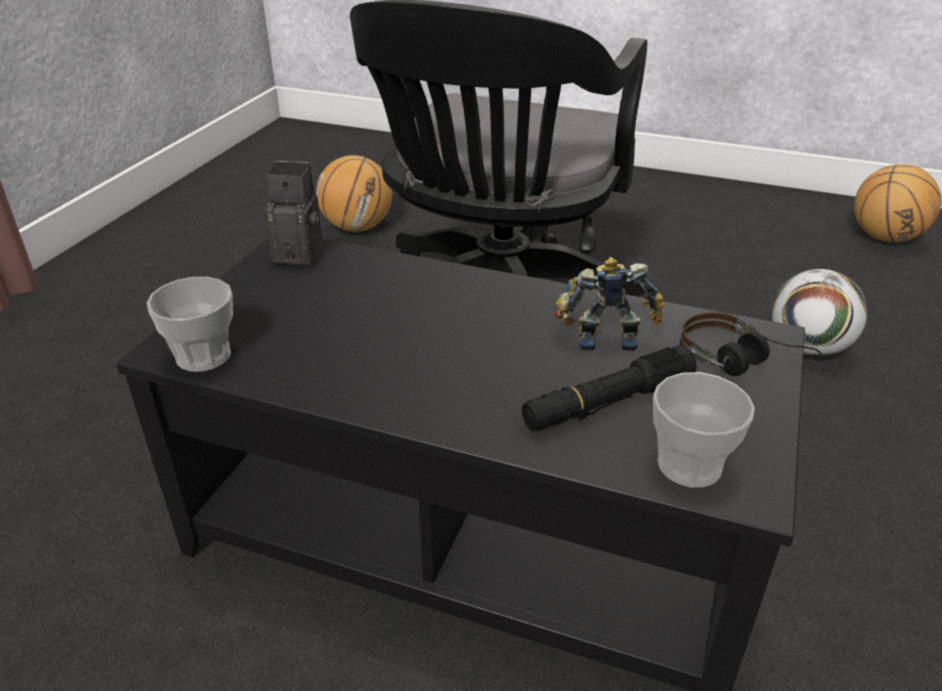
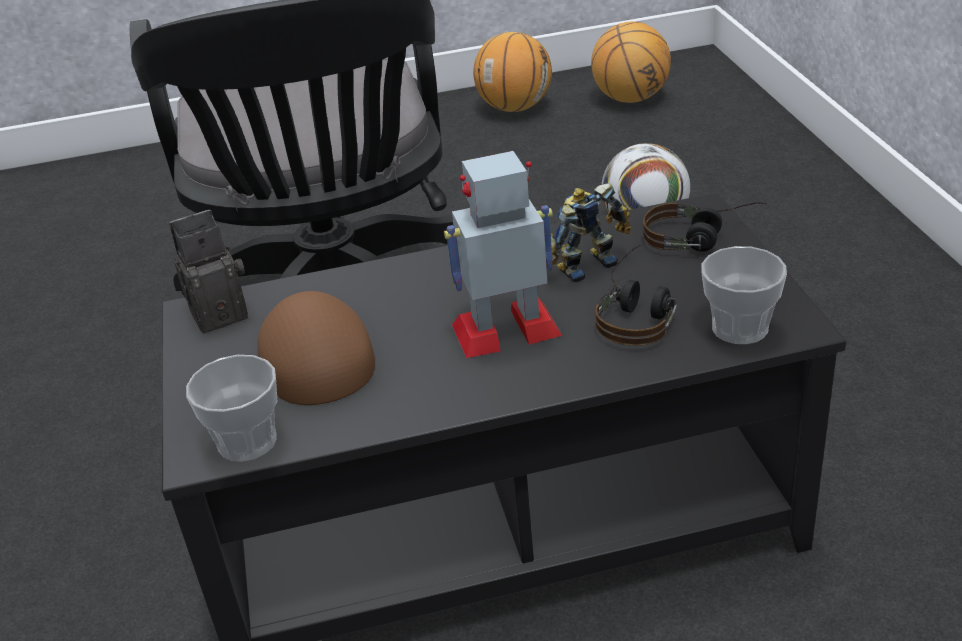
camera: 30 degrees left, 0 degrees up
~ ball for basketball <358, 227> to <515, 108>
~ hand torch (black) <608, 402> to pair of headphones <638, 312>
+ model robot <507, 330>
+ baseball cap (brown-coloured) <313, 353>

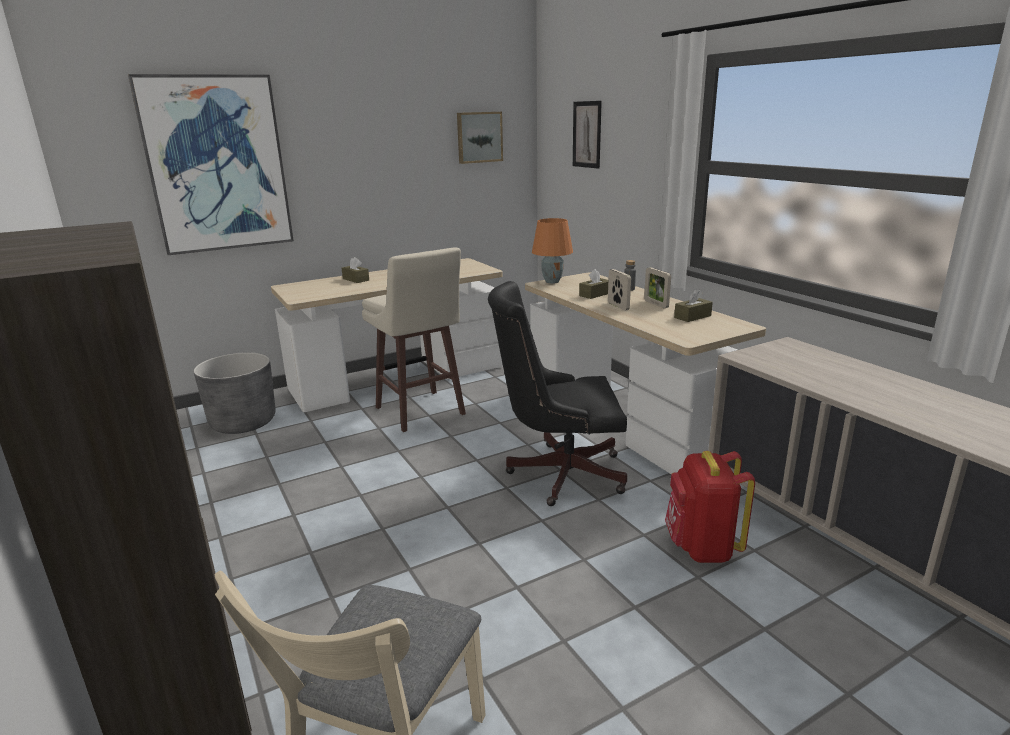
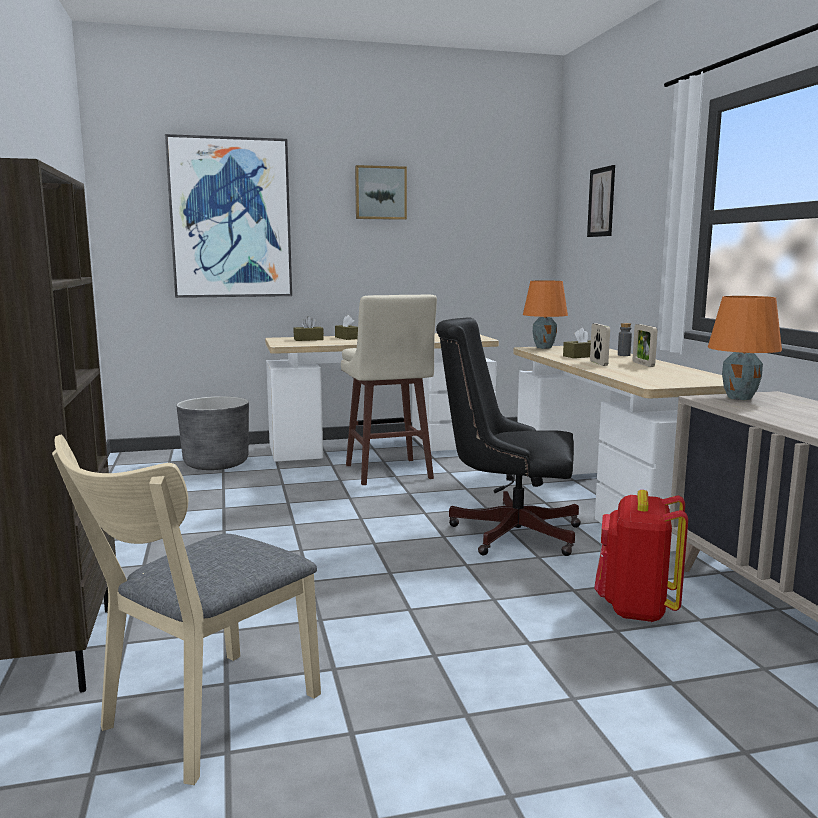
camera: 15 degrees right, 10 degrees down
~ picture <479, 137> to <380, 193>
~ box of tissues (brown-coloured) <692, 317> to <308, 339>
+ lamp for a table (orange-coloured) <740, 398>

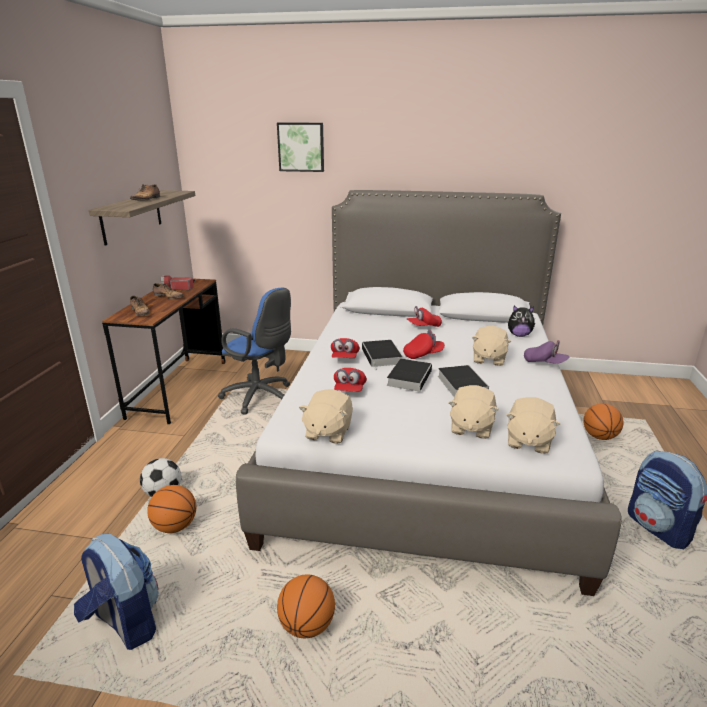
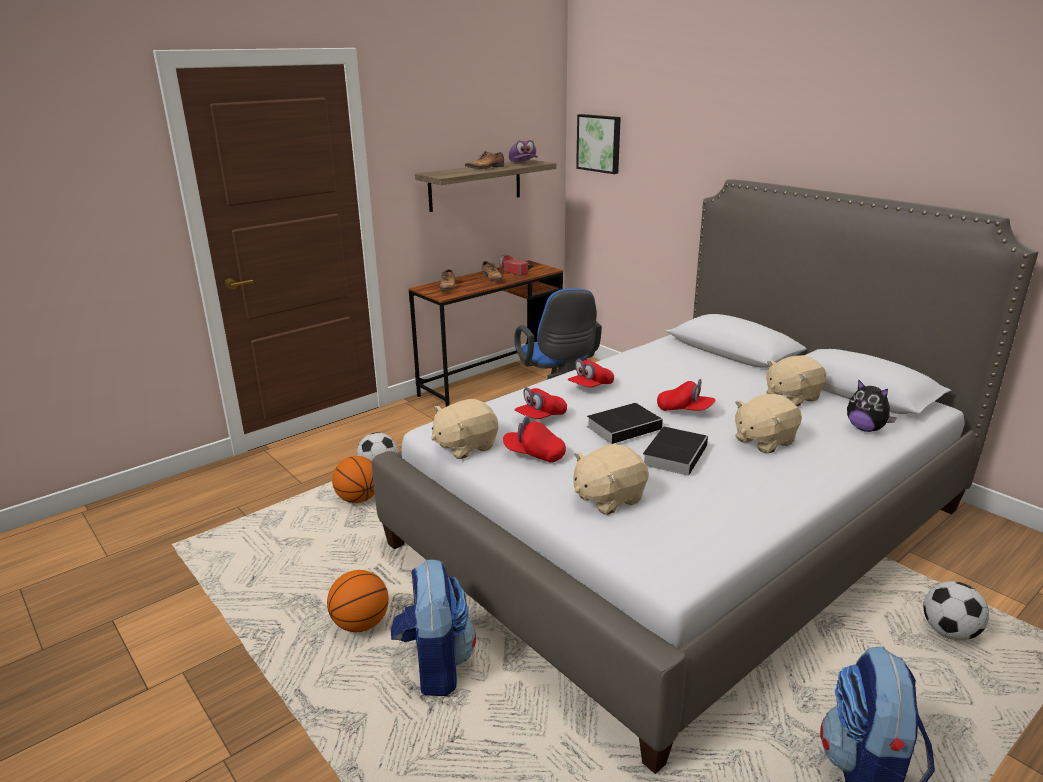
camera: 40 degrees right, 0 degrees up
~ picture <301, 147> to <600, 143>
~ baseball cap (red-coloured) <423, 326> to <534, 454>
- volume <382, 357>
~ baseball cap (purple-coloured) <544, 363> to <523, 163>
~ cuddly toy (beige-coloured) <528, 441> to <791, 397>
~ ball for basketball <599, 436> to ball for football <949, 632>
~ backpack <124, 623> to <435, 665>

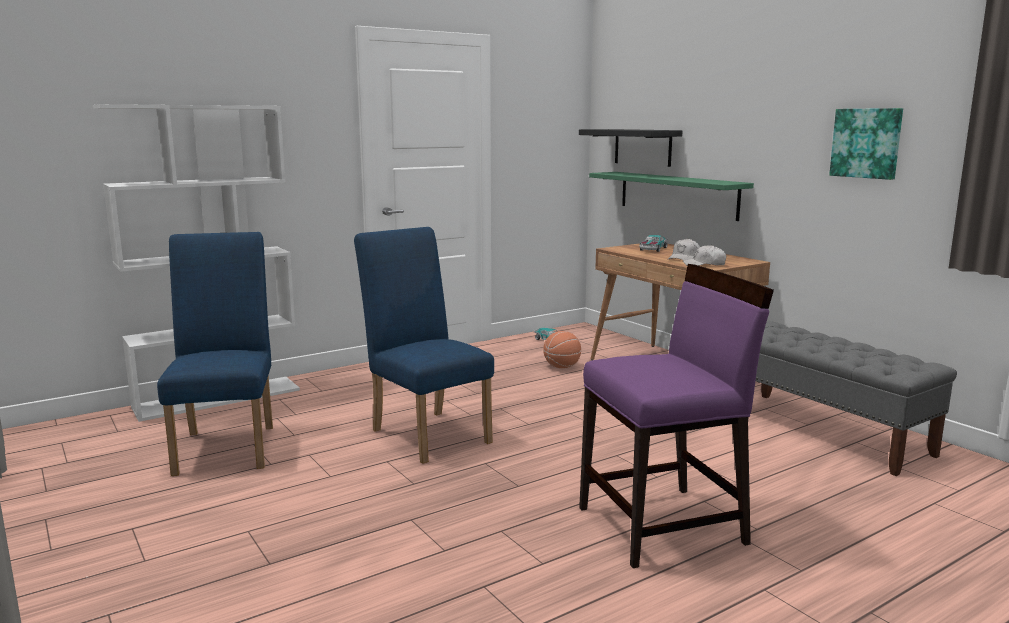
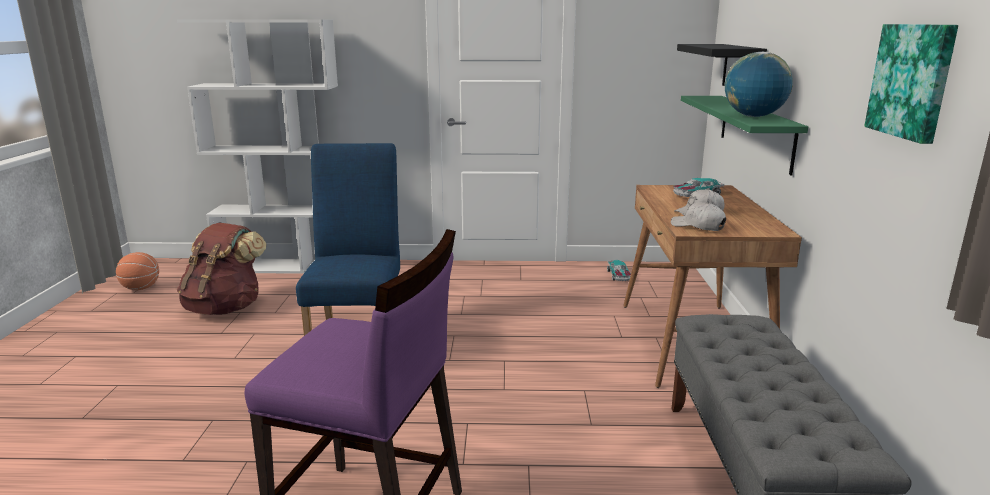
camera: 35 degrees right, 5 degrees up
~ upright chair (blue-coloured) <228, 445> to backpack (brown-coloured) <225, 308>
~ ball for basketball <562, 367> to <141, 288>
+ desk globe <754, 116>

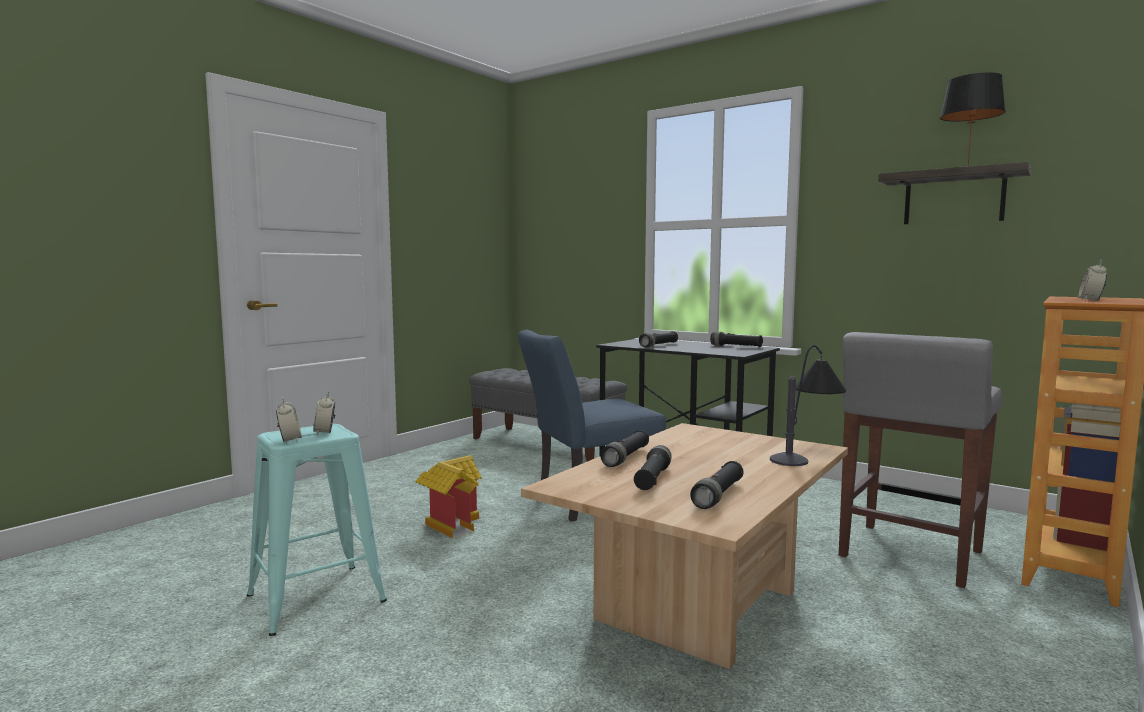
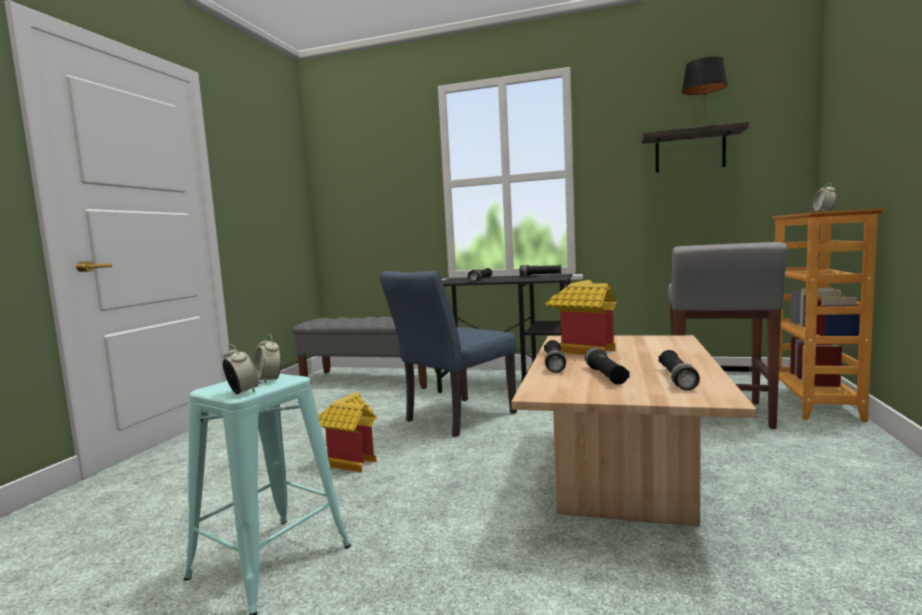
camera: 20 degrees left, 0 degrees up
- lamp for a table <806, 453>
+ model house <581, 349>

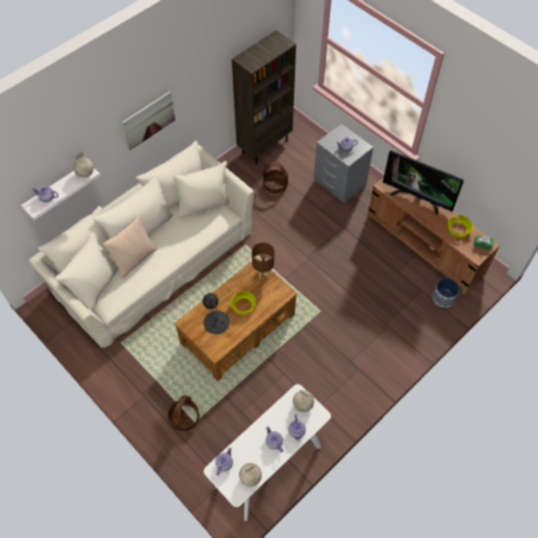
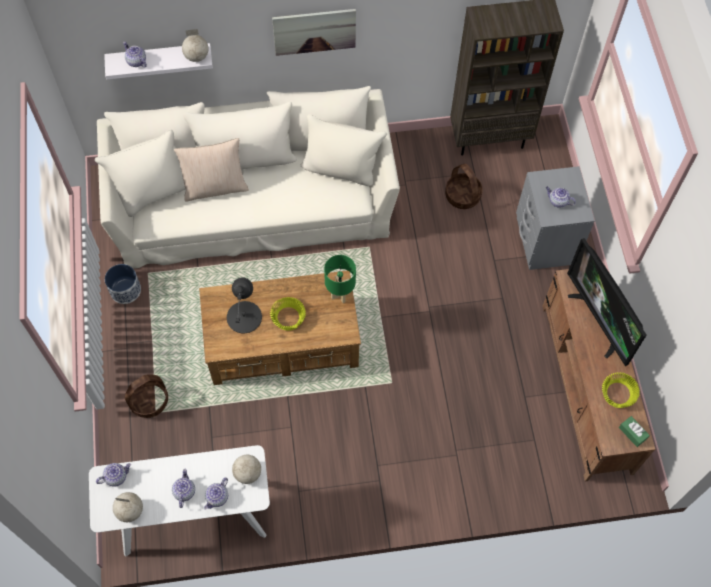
camera: 35 degrees right, 5 degrees up
~ lamp for a table (brown-coloured) <263, 273> to lamp for a table (green-coloured) <340, 295>
~ flower pot <443, 297> to <125, 290>

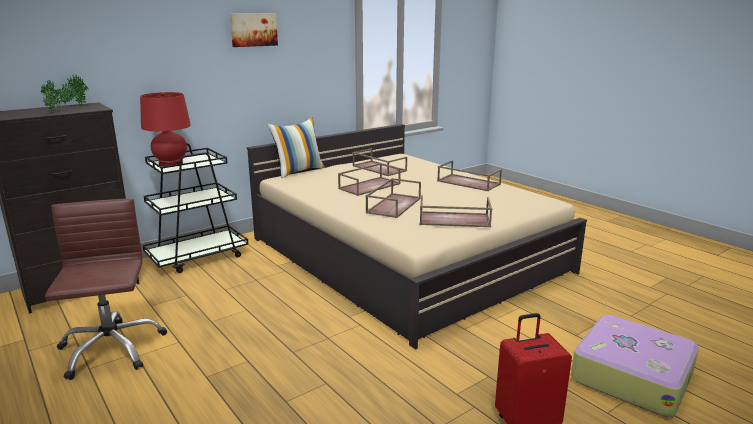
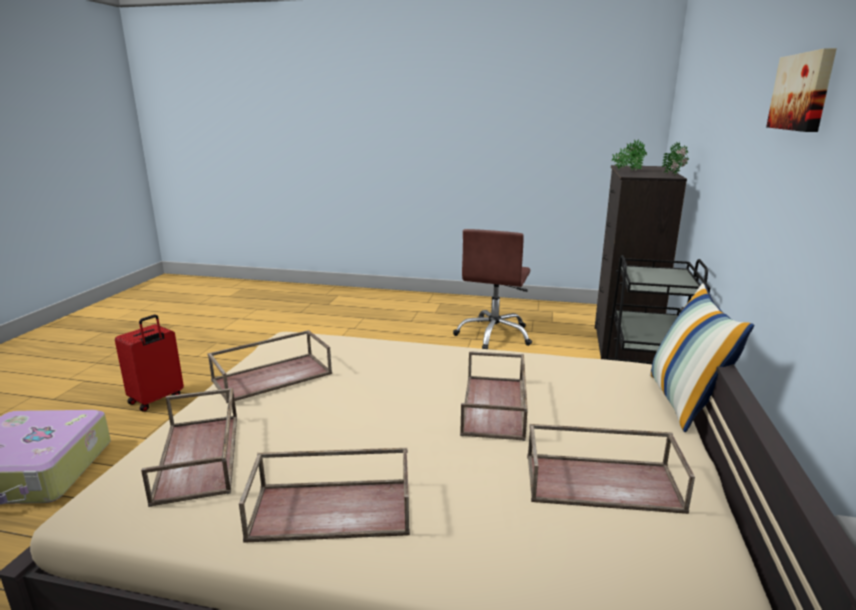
camera: 140 degrees right, 0 degrees up
- lamp for a table (red-coloured) <171, 164>
~ tray (brown-coloured) <393, 205> to <200, 457>
~ office chair (brown-coloured) <111, 349> = <494, 335> 75 degrees clockwise

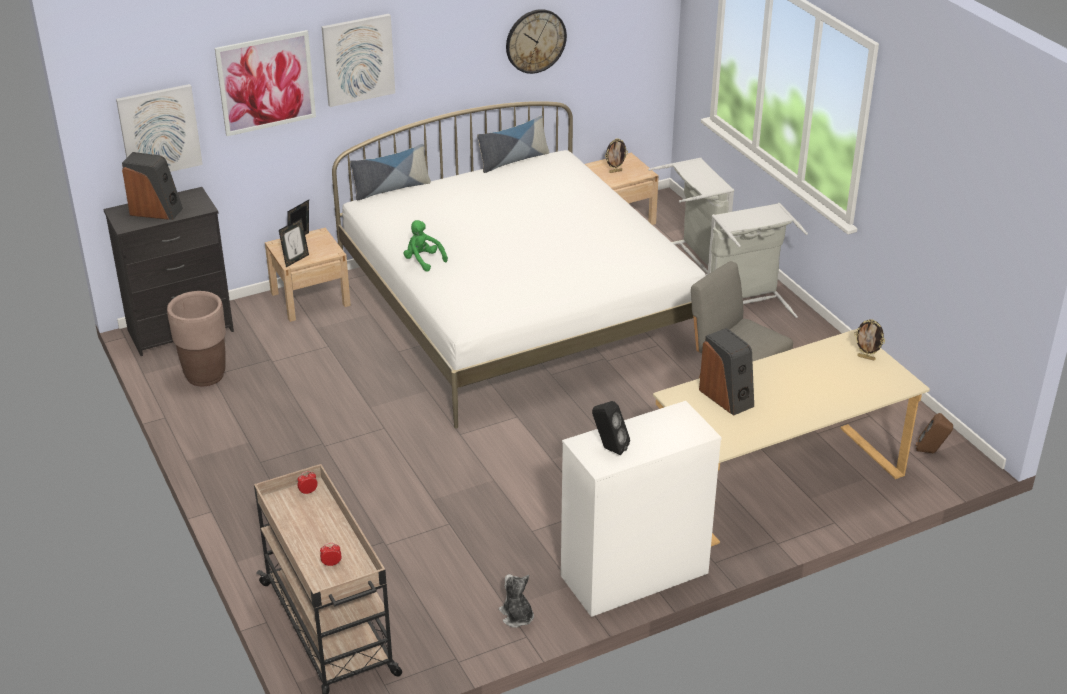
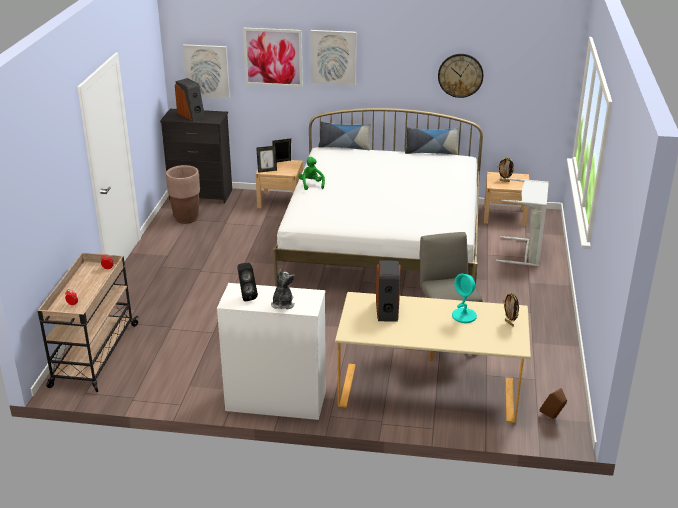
camera: 35 degrees right, 5 degrees down
- washing basket (greyish) <747, 304>
~ cuddly toy <517, 616> to <282, 304>
+ lamp for a table (blue-green) <464, 316>

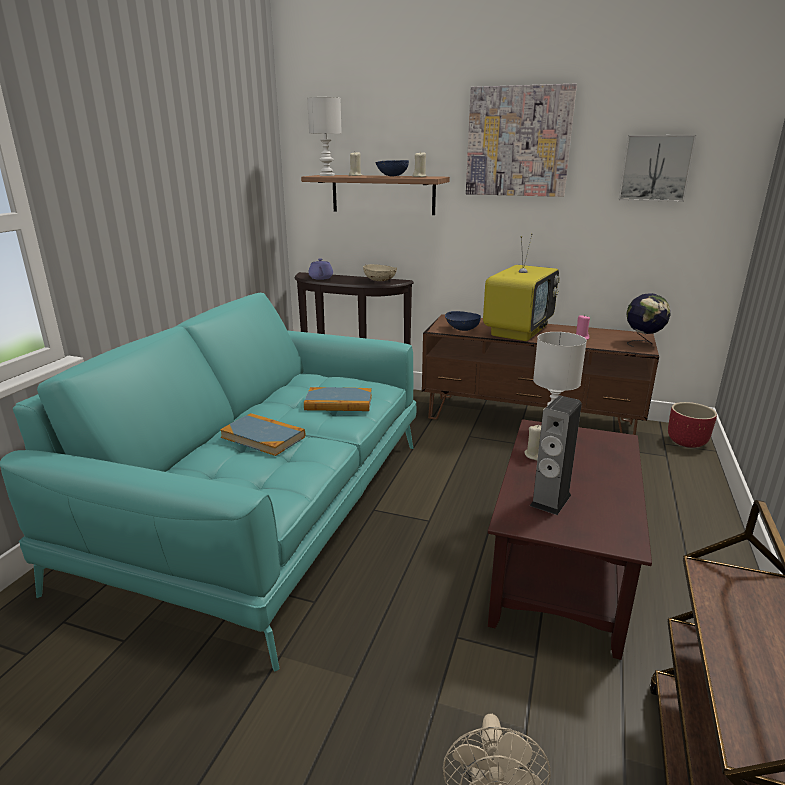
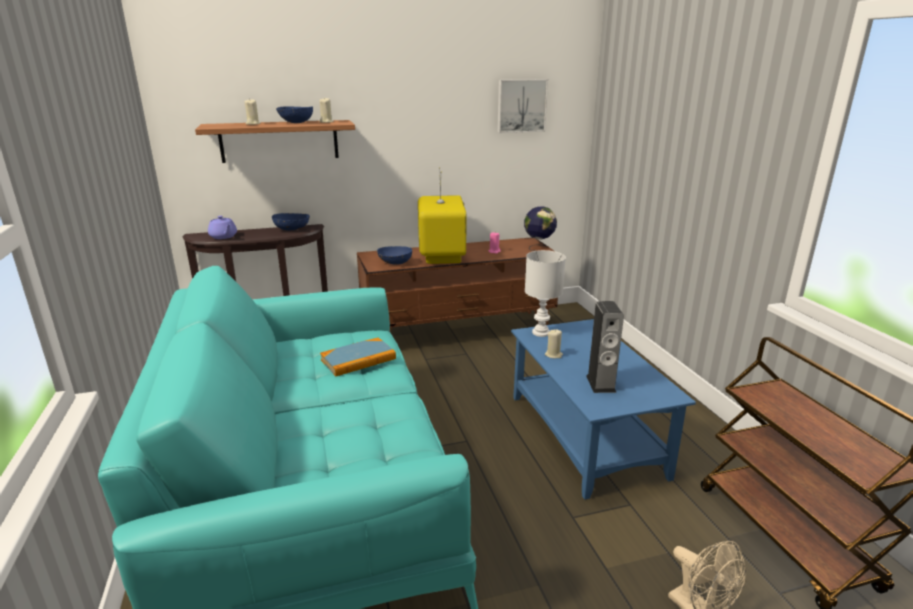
camera: 35 degrees left, 0 degrees up
- picture <518, 142>
- lamp for a table (white) <327, 175>
~ serving bowl (beige-coloured) <380, 280> to serving bowl (blue-coloured) <292, 229>
- flower pot (red-coloured) <686, 442>
- volume <263, 437>
~ coffee table (brown-coloured) <559, 564> to coffee table (blue-coloured) <583, 434>

